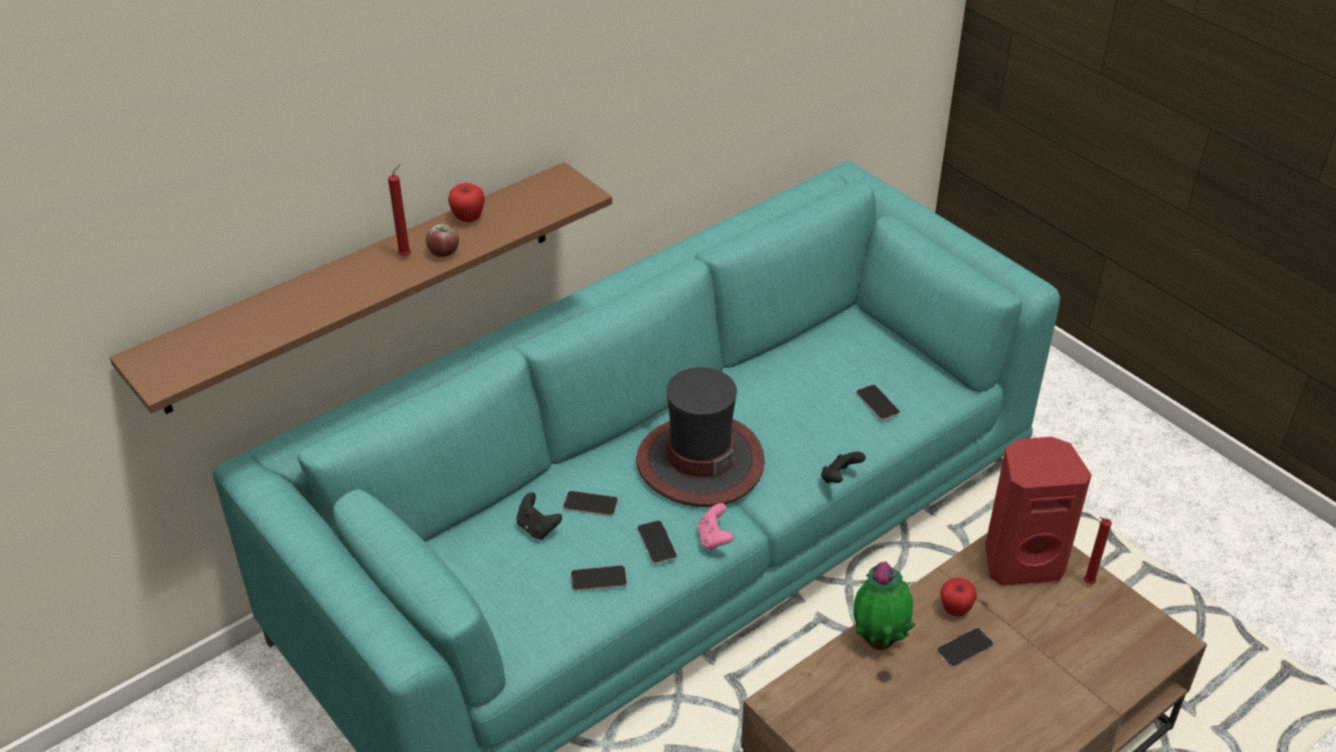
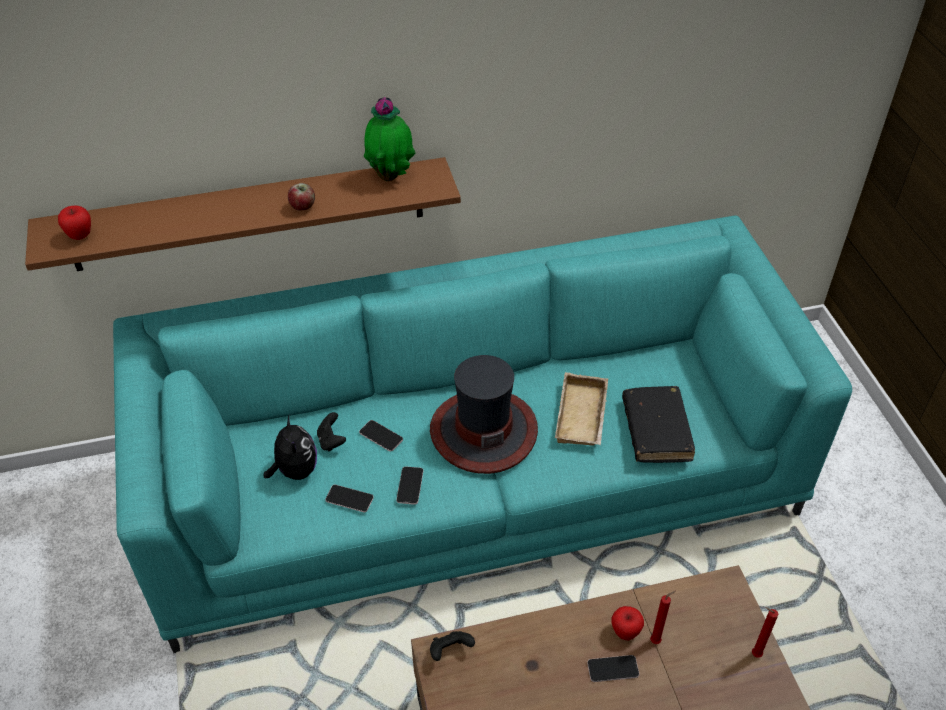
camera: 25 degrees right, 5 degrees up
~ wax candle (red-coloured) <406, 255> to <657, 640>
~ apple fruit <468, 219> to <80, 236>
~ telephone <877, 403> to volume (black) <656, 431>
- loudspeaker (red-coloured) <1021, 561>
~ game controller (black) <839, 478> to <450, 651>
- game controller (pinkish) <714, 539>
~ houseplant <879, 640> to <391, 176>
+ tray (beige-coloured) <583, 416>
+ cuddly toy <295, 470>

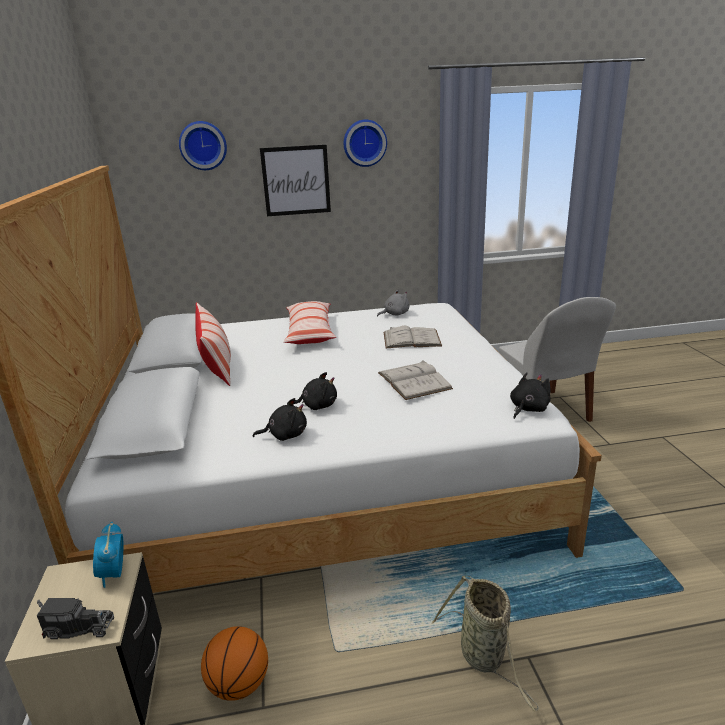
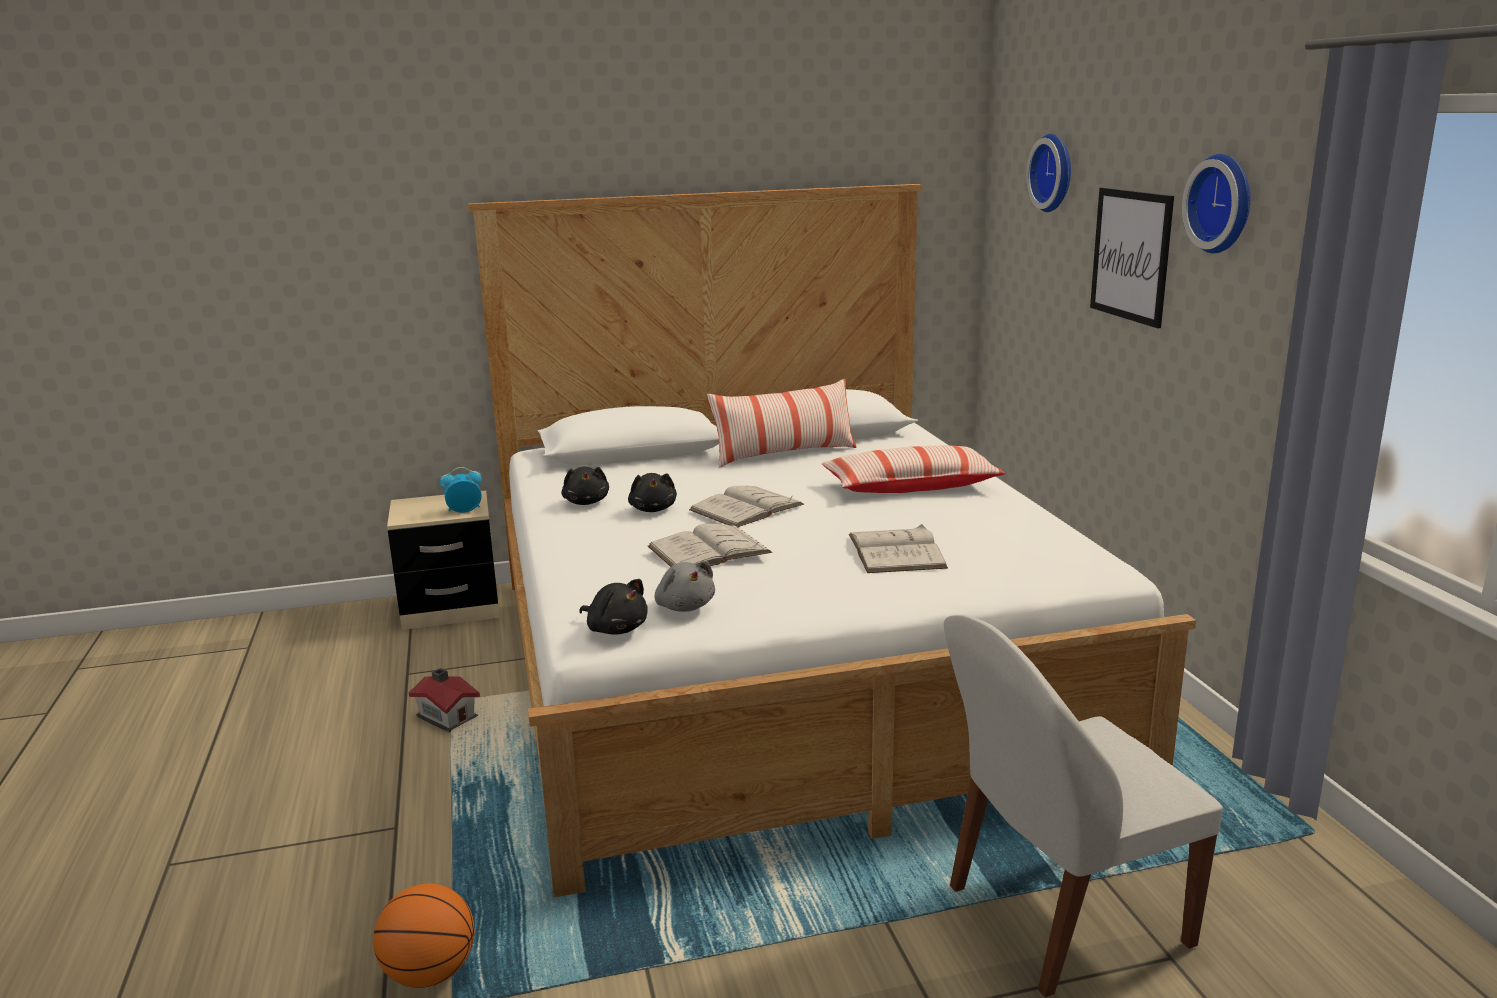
camera: 85 degrees right, 5 degrees down
~ cuddly toy (greyish) <395, 314> to <684, 606>
- basket <484, 657>
- model truck <76, 628>
~ ball for basketball <239, 684> to <430, 973>
+ volume (white) <746, 507>
+ model house <447, 716>

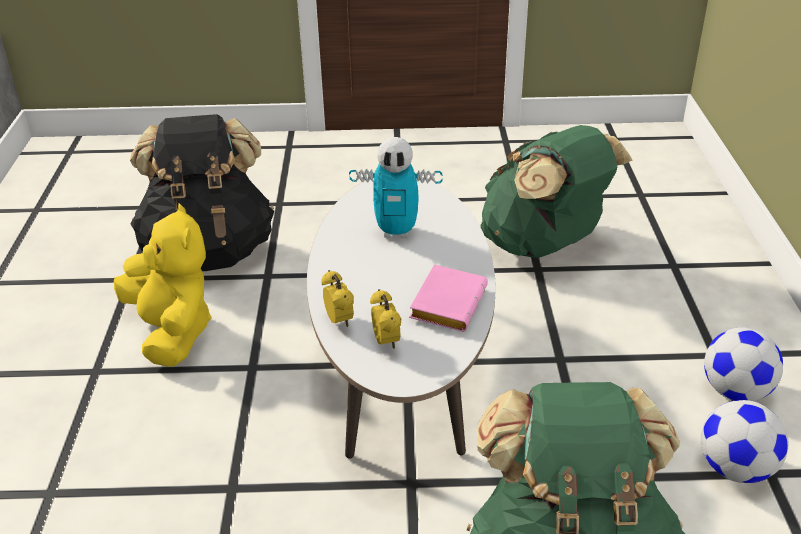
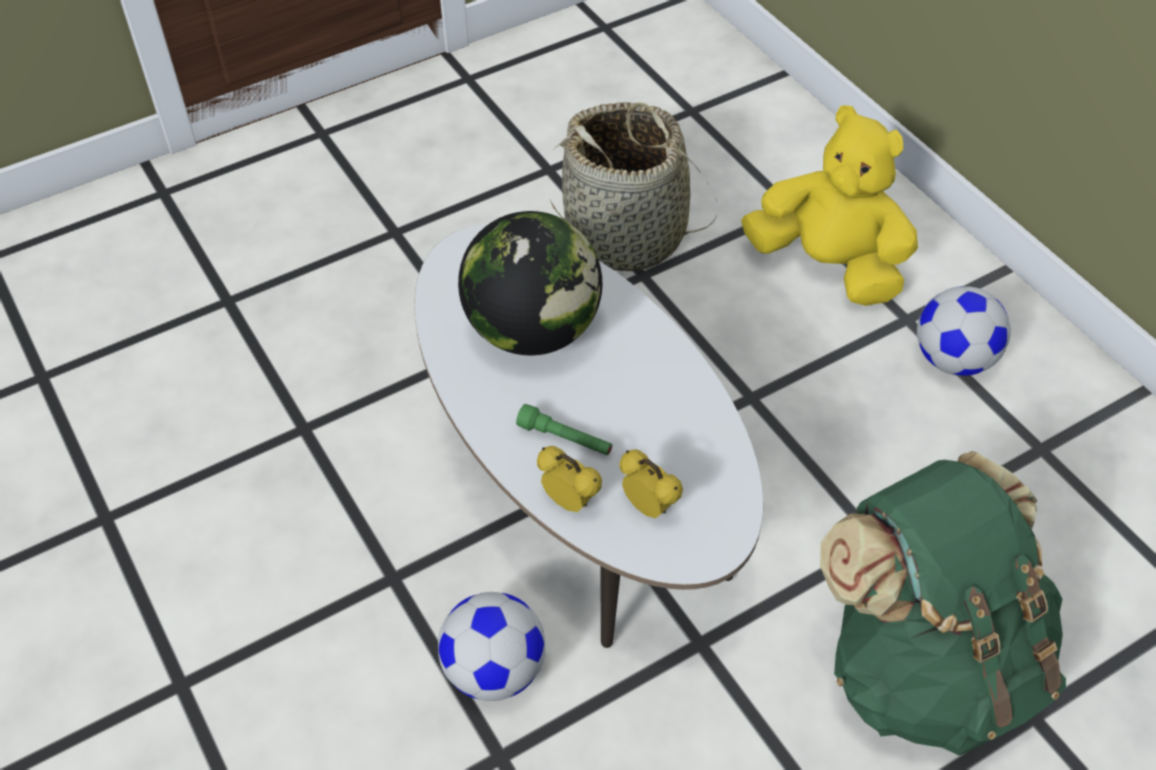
camera: 30 degrees left, 15 degrees up
- backpack (black) <210, 251>
~ backpack (green-coloured) <543, 245> to basket <626, 235>
~ model robot <396, 232> to desk globe <532, 331>
~ cuddly toy (yellowish) <172, 332> to <828, 266>
- volume (pinkish) <447, 302>
~ ball for football <735, 469> to <495, 671>
+ hand torch (green-coloured) <565, 439>

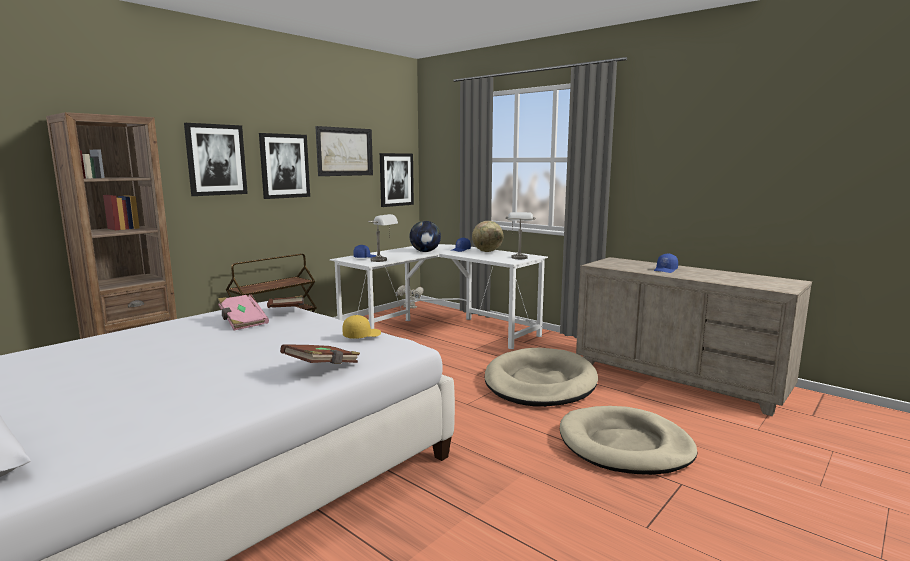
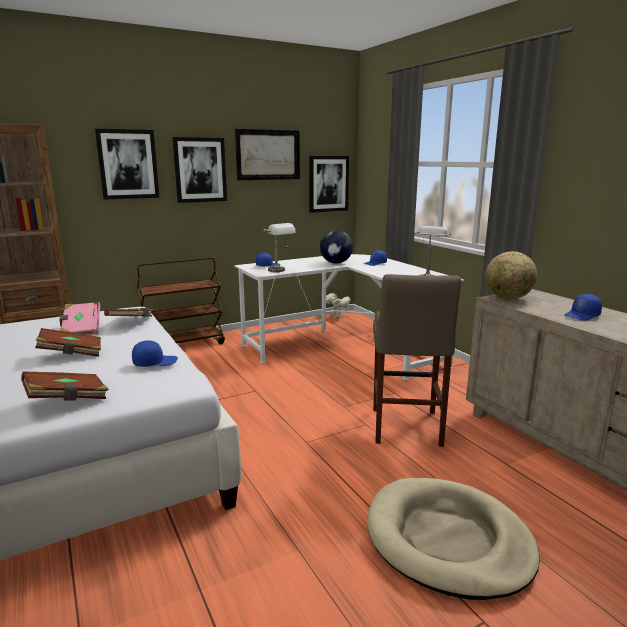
camera: 20 degrees right, 5 degrees up
~ desk globe <487, 251> to <508, 298>
~ baseball cap (yellowish) <361, 335> to baseball cap (blue-coloured) <155, 362>
~ dog bed (beige-coloured) <540, 383> to sitting stool (beige-coloured) <406, 429>
+ volume (brown-coloured) <71, 354>

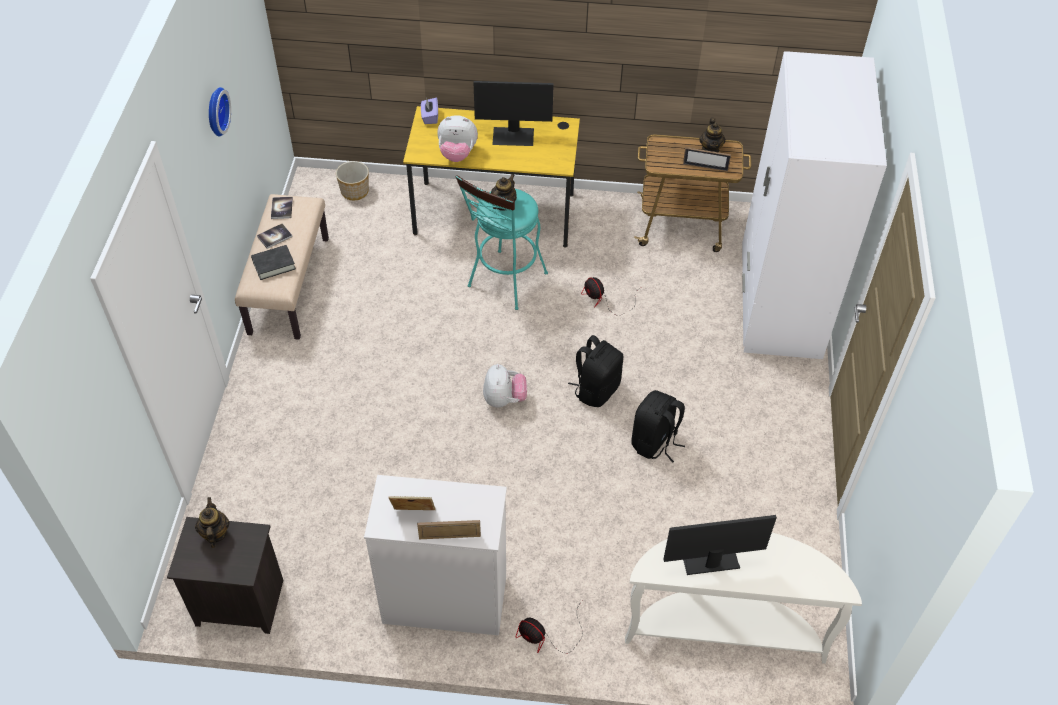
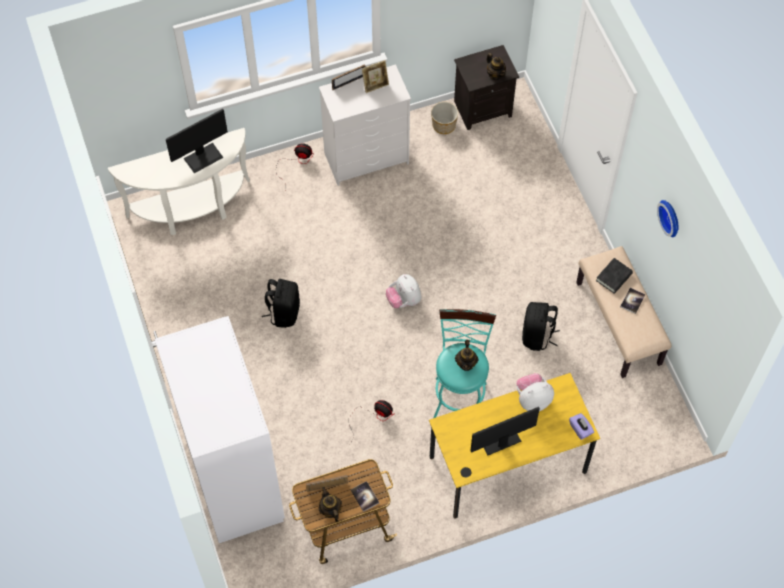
camera: 155 degrees right, 10 degrees up
~ flower pot <355, 191> to <443, 125>
~ volume <282, 208> to <365, 496>
~ backpack (black) <596, 389> to <537, 336>

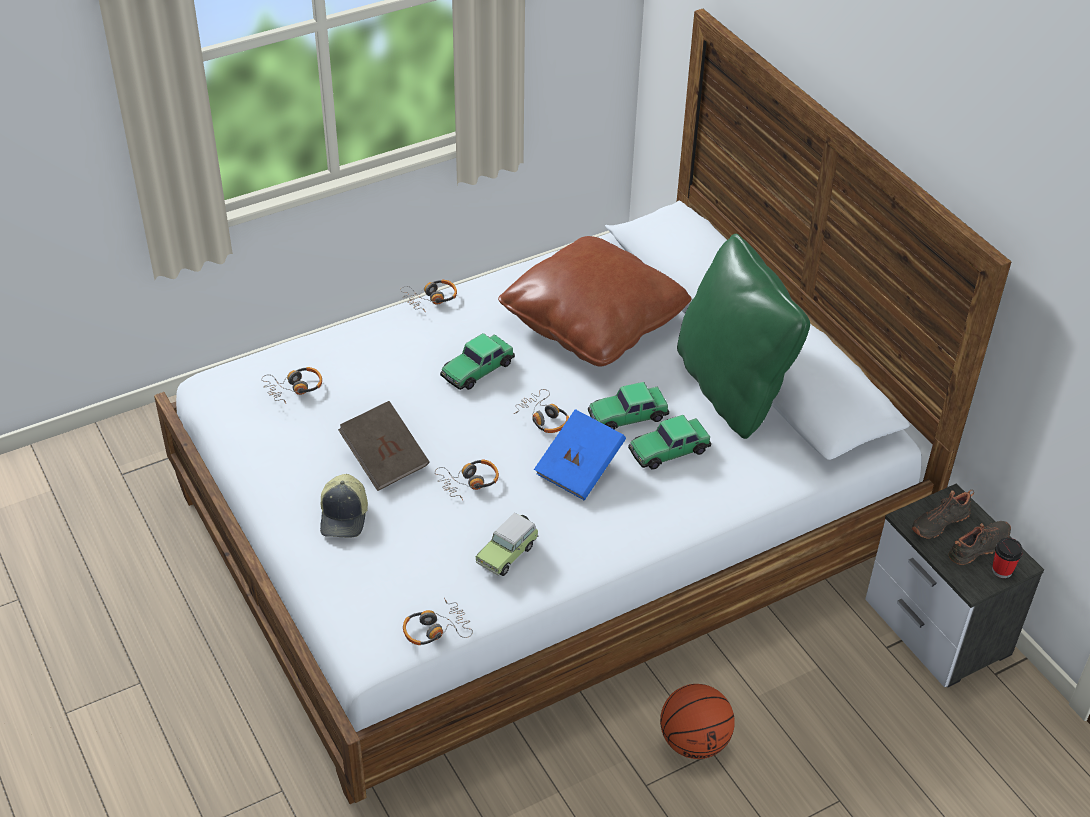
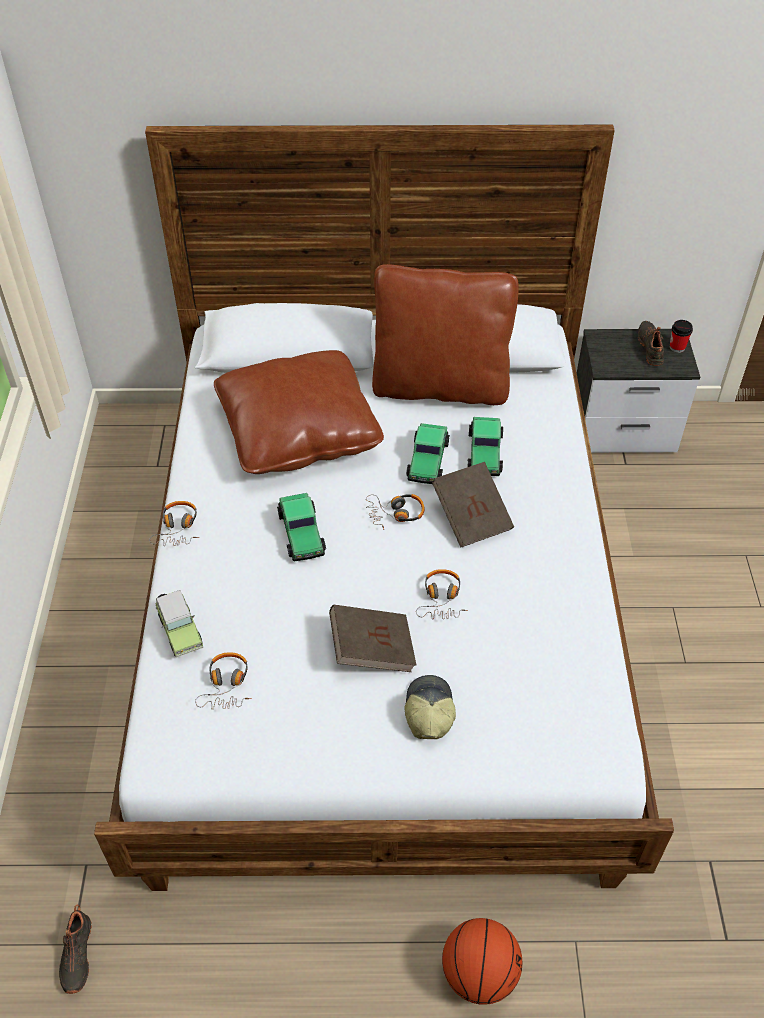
camera: 60 degrees left, 5 degrees up
~ cushion (green-coloured) <732, 389> to cushion (brown-coloured) <440, 386>
~ volume (blue-coloured) <579, 469> to volume (brown-coloured) <472, 517>
~ baseball cap <345, 516> = <428, 711> 120 degrees counterclockwise
~ item of footwear (black) <938, 522> to <75, 955>
~ model car <508, 553> to <180, 630>
- pair of headphones <436, 629>
~ ball for basketball <694, 741> to <478, 973>

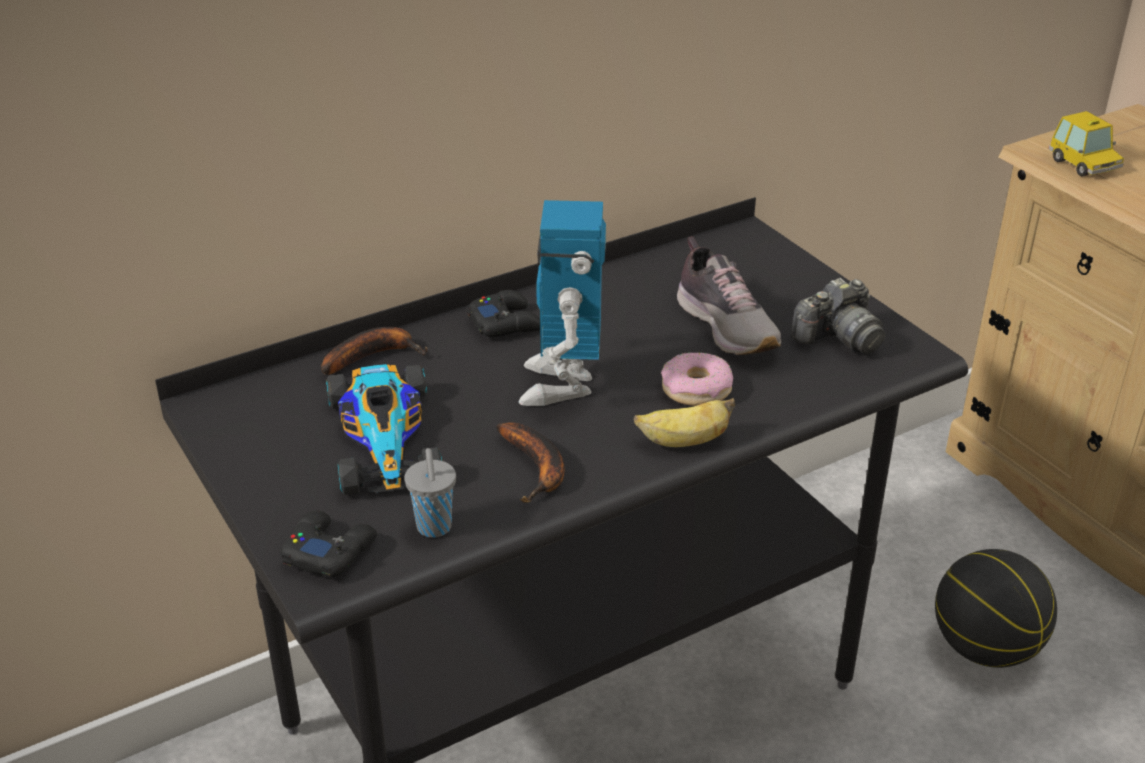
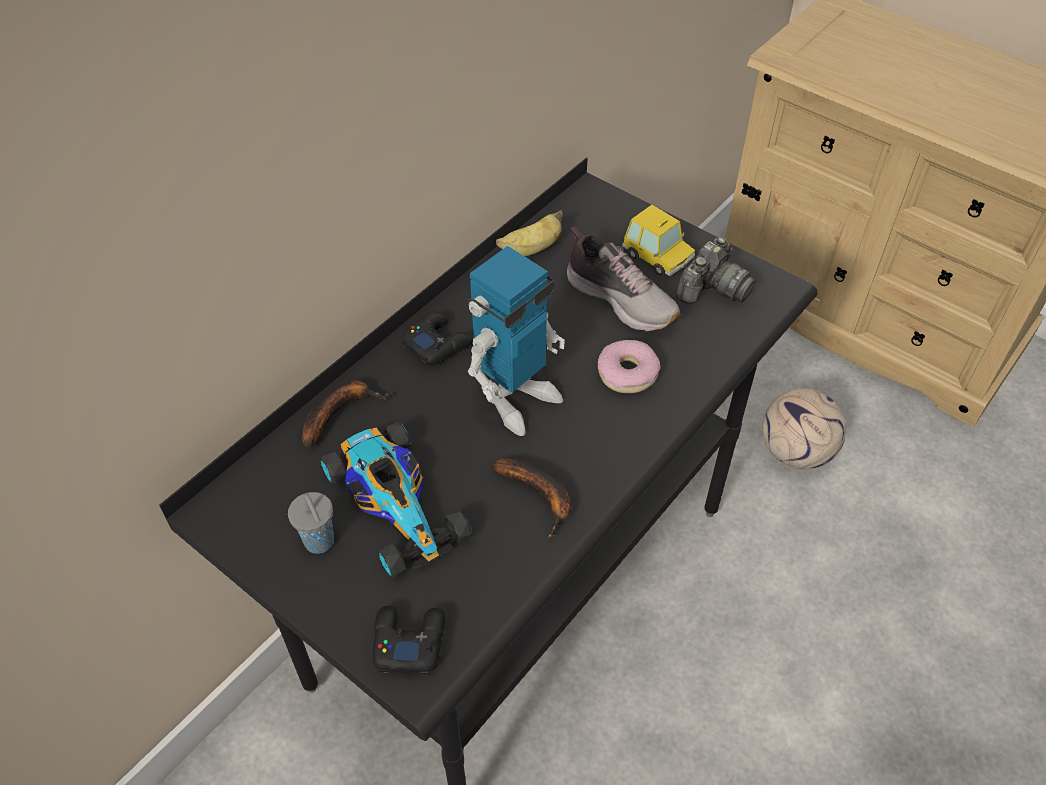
camera: 20 degrees left, 15 degrees up
~ model car <1083, 164> to <657, 257>
~ model robot <562, 384> = <517, 399> 120 degrees counterclockwise
~ banana <683, 442> to <531, 249>
~ cup (greyish) <434, 528> to <320, 543>
~ ball for basketball <985, 648> to ball for football <795, 451>

